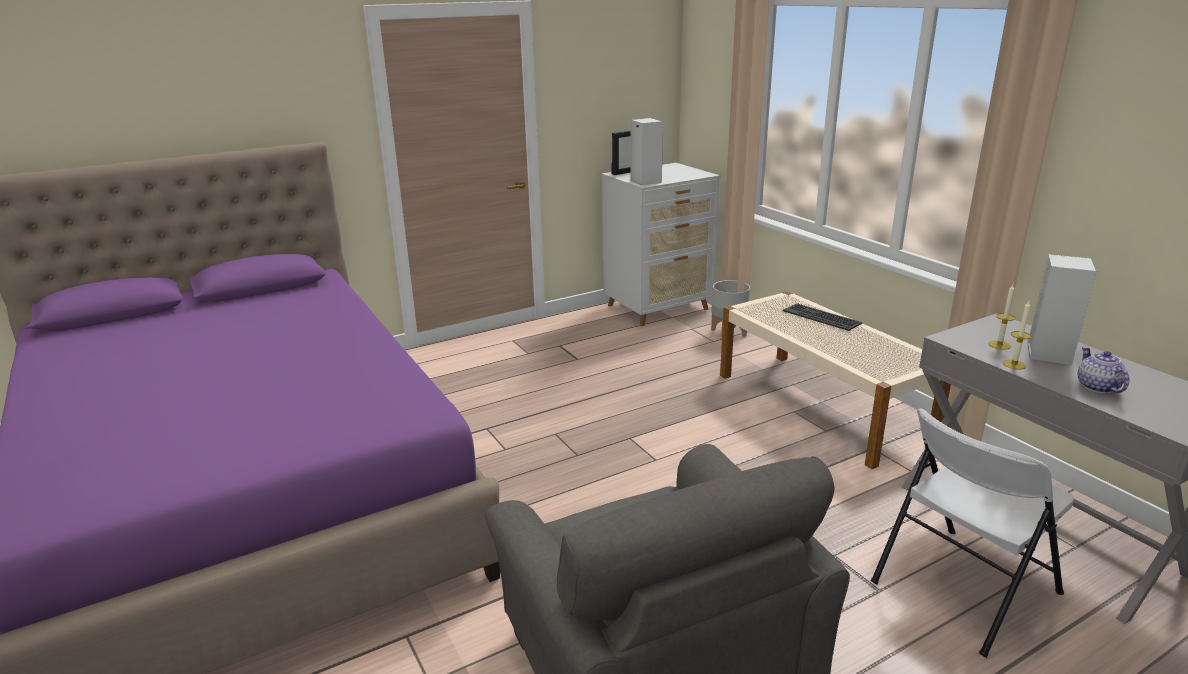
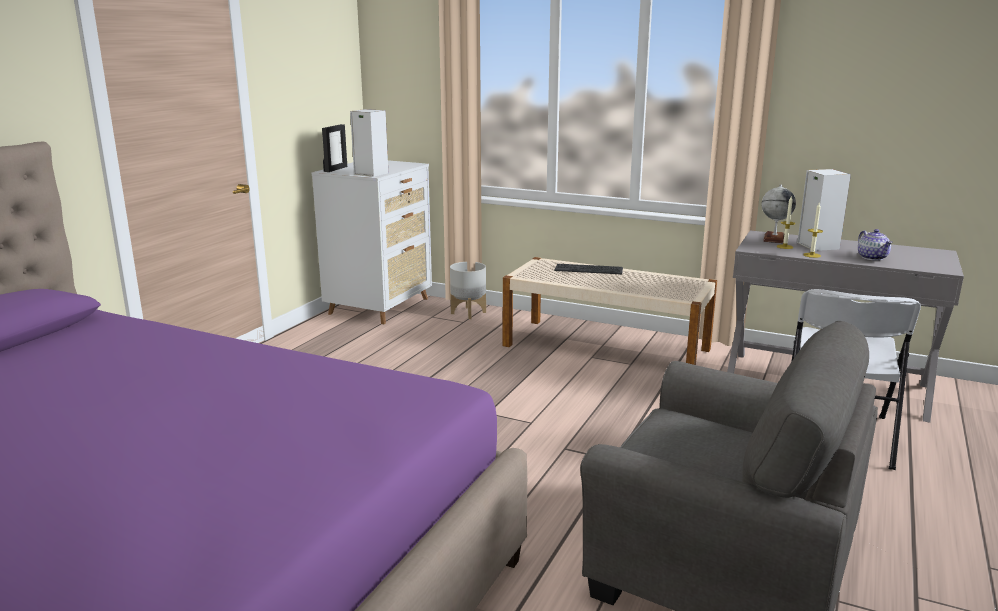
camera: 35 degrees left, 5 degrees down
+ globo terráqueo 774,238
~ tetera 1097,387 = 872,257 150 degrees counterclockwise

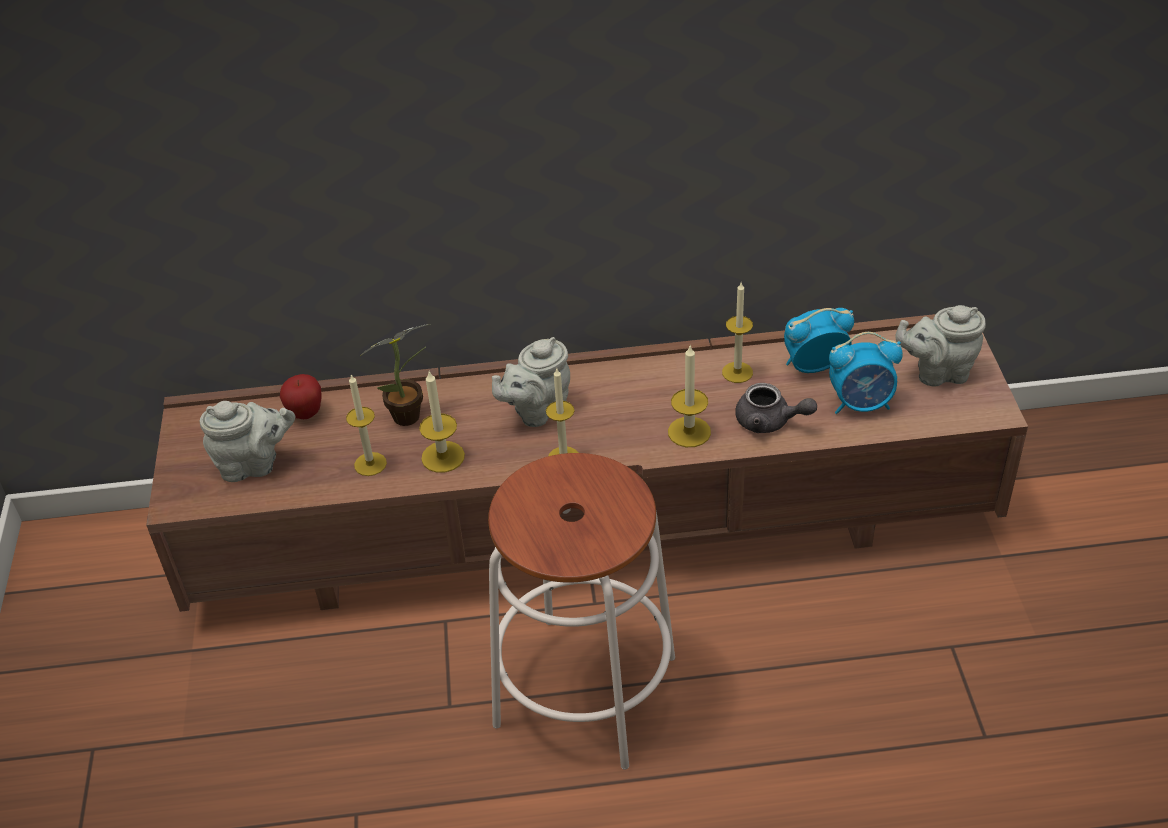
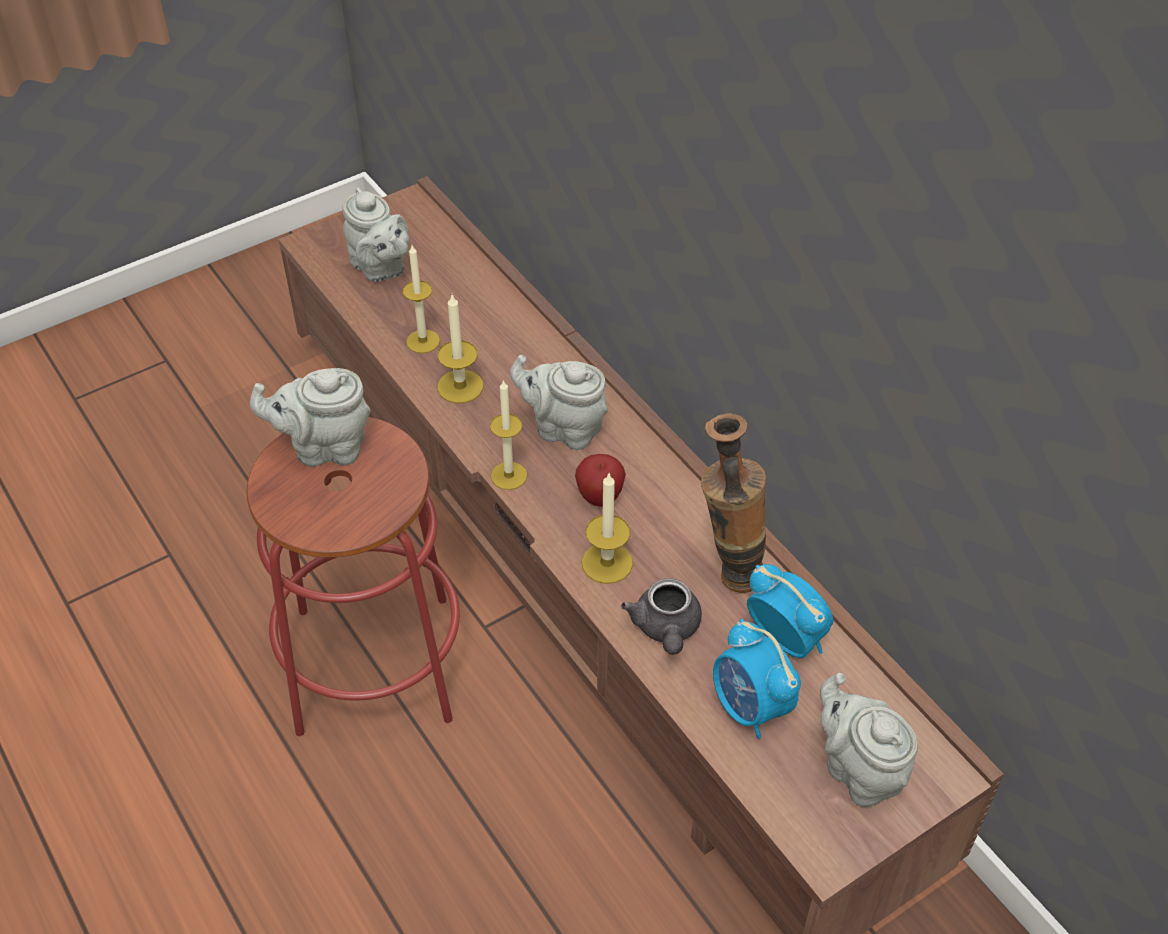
camera: 60 degrees right, 5 degrees up
- planta en maceta 411,415
+ tetera [gris] 324,447
~ manzana 305,413 to 600,498
~ vela 737,372 to florero 728,571
~ taburete [blanco] 585,690 to taburete [rojo] 373,664

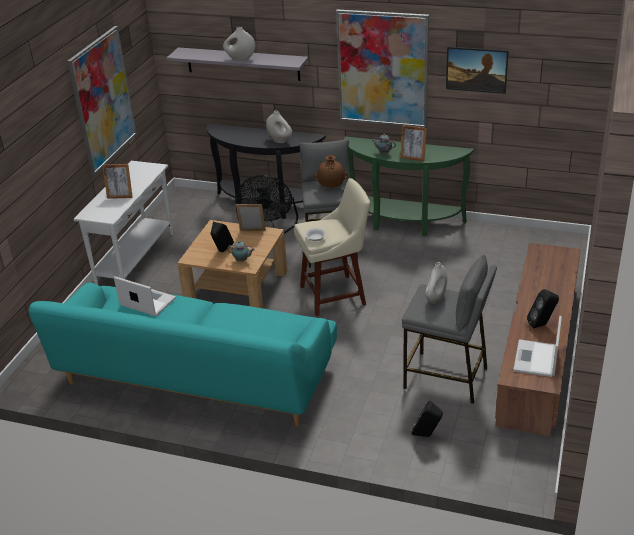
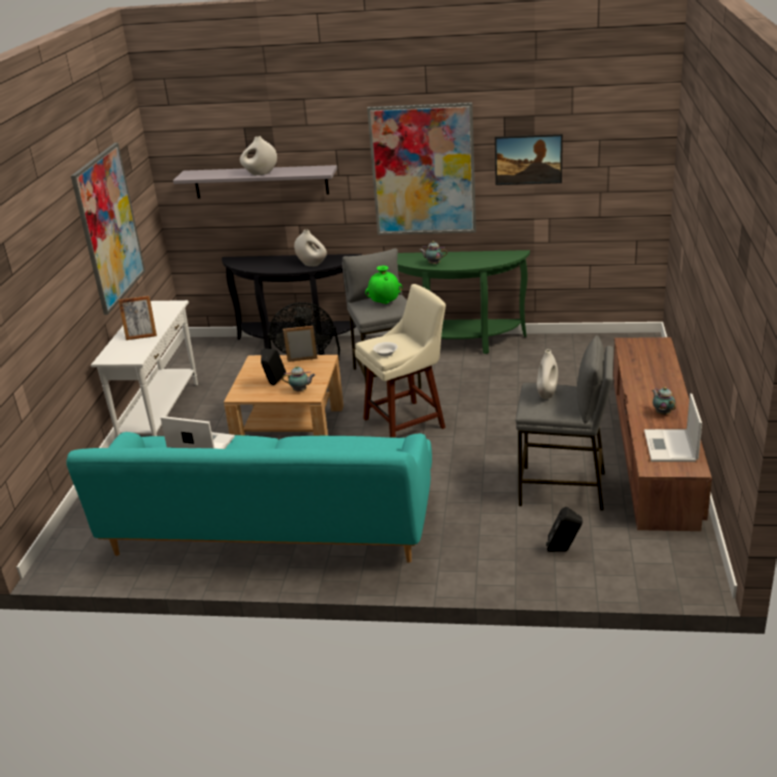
camera: 10 degrees left, 5 degrees down
- portarretratos 413,158
~ altavoz [negro] 542,325 to tetera 662,413
~ florero [marrón] 331,187 to florero [verde] 385,303

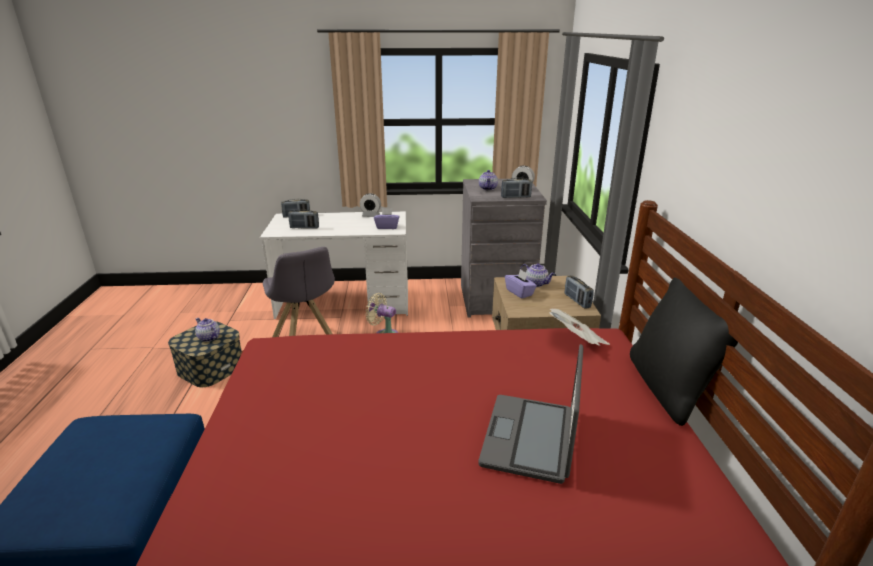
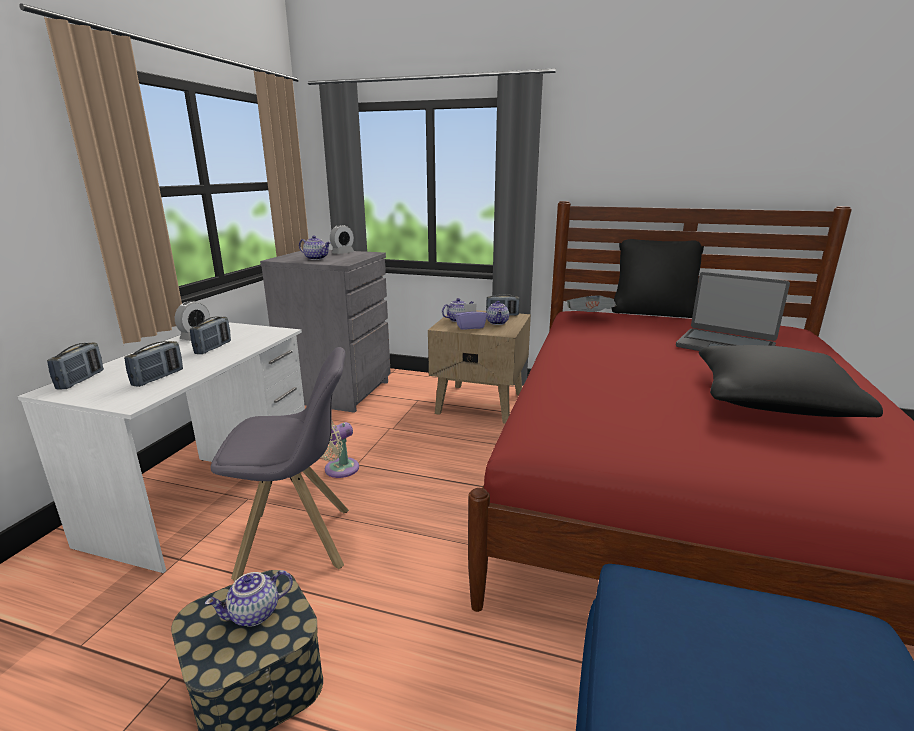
camera: 70 degrees left, 5 degrees down
- caja de pañuelos [morado] 387,227
+ tetera 498,323
+ cojín [negro] 772,401
~ radio 515,197 to 213,348

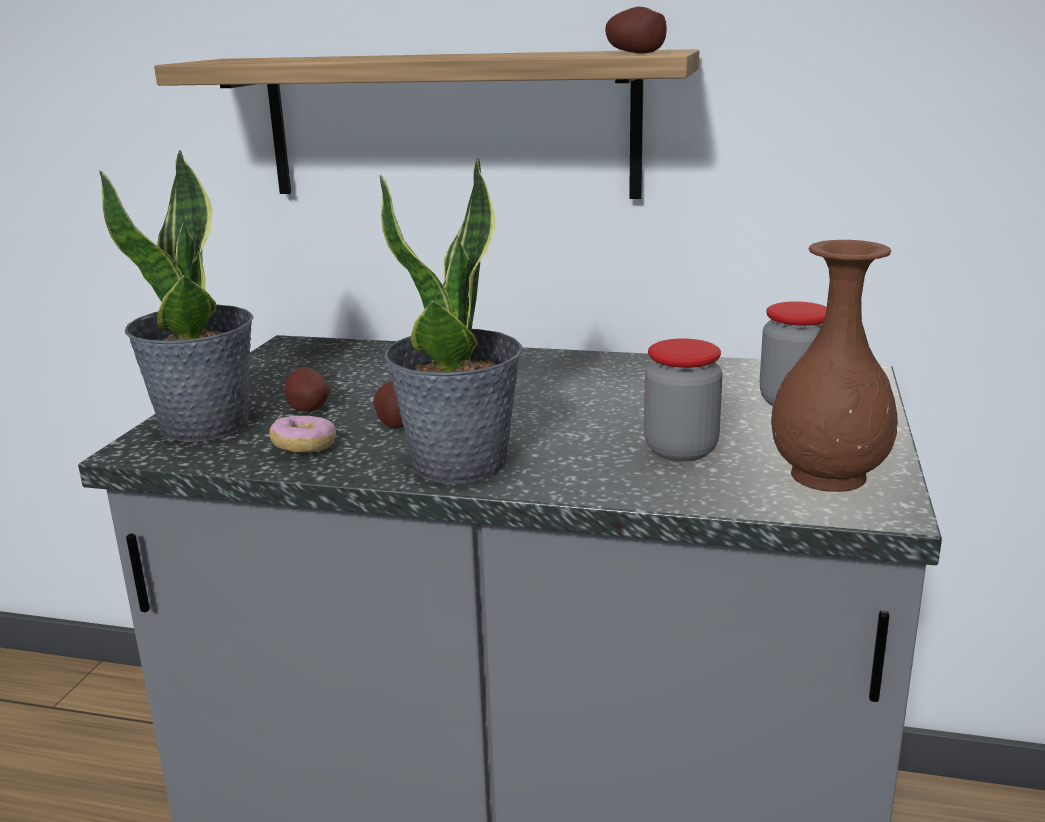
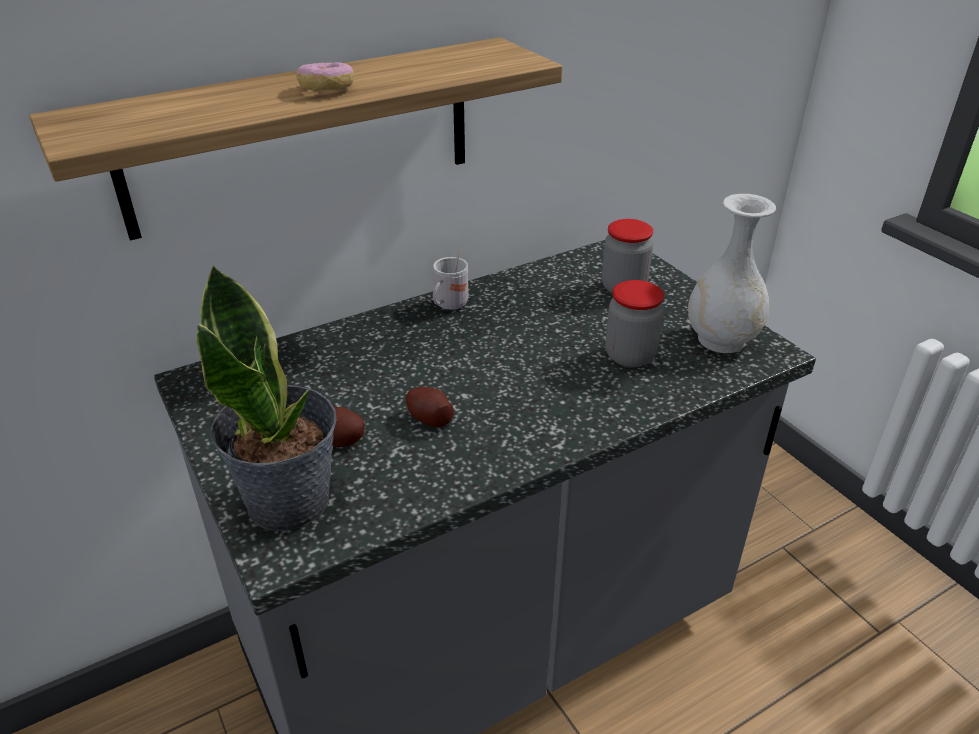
camera: 45 degrees left, 15 degrees up
- planta en maceta 460,463
- patata 634,53
+ taza grande [blanco] 448,306
~ rosquilla 304,447 to 327,89
~ florero [marrón] 829,476 to florero [blanco] 722,339

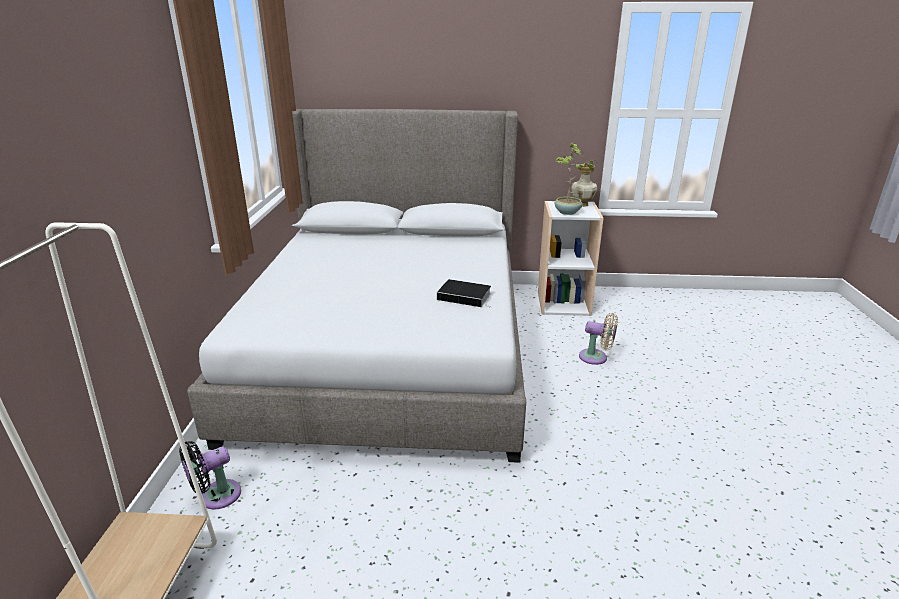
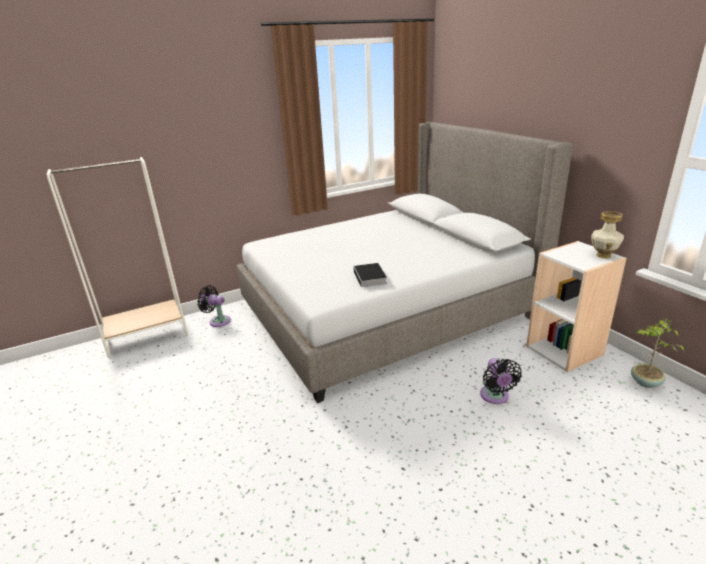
camera: 60 degrees right, 0 degrees up
~ planta en maceta 567,212 to 645,383
~ ventilador [beis] 596,358 to ventilador [negro] 495,397

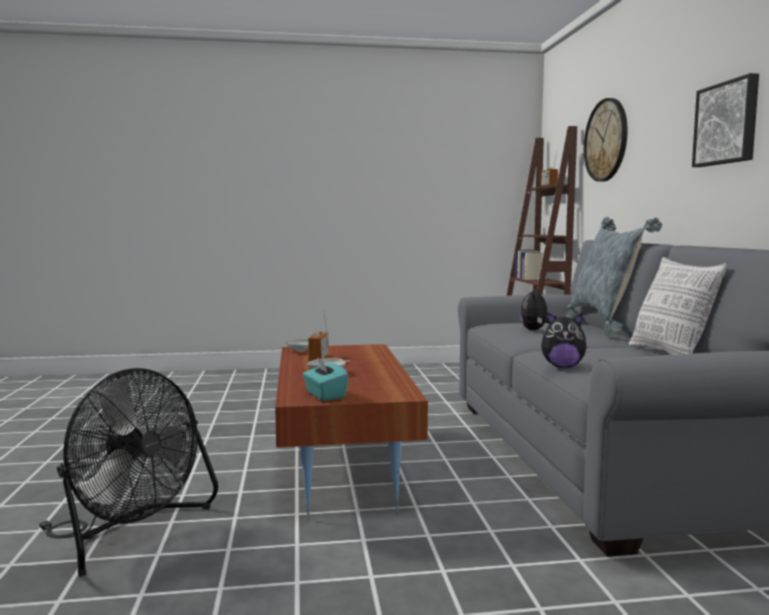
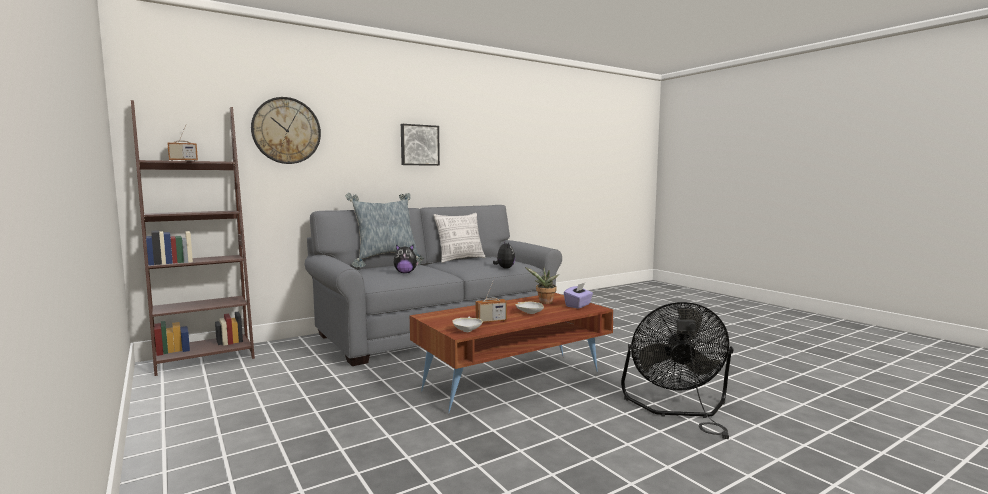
camera: 115 degrees left, 0 degrees up
+ planta en maceta 544,303
~ caja de pañuelos [turquesa] 325,395 to caja de pañuelos [morado] 578,305

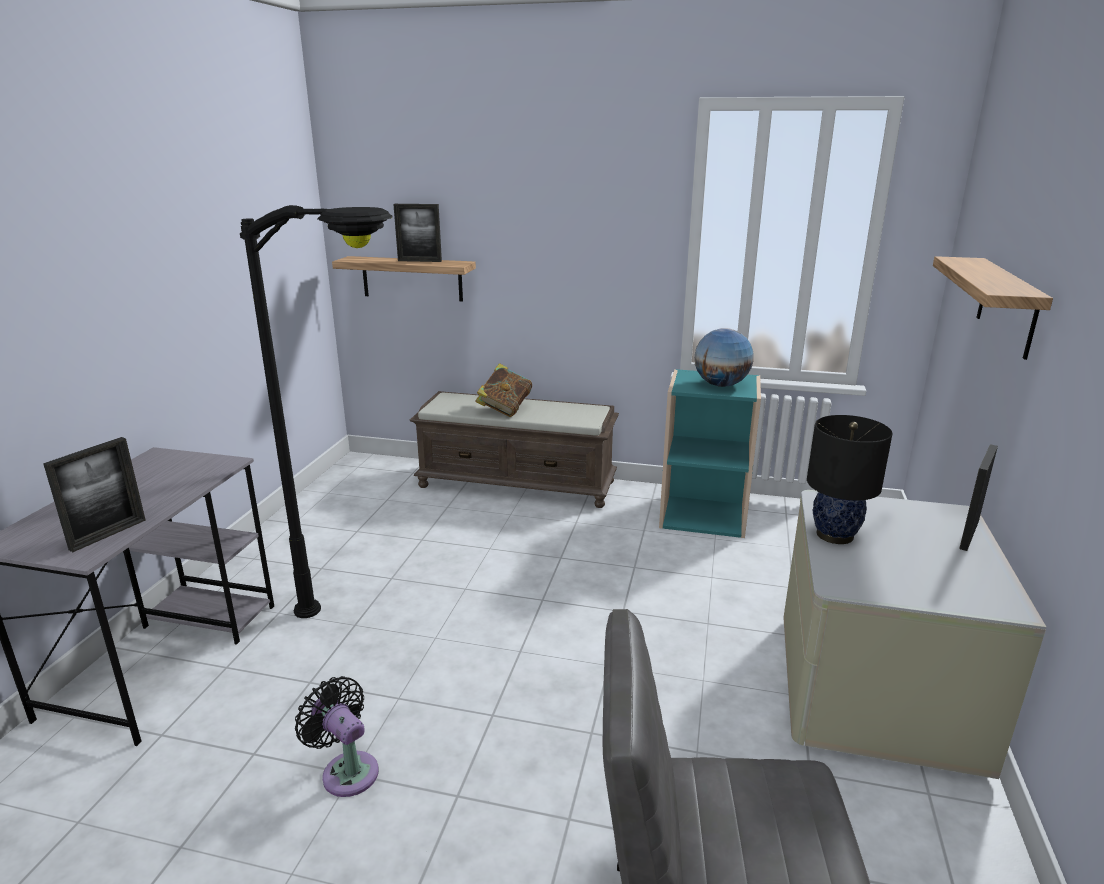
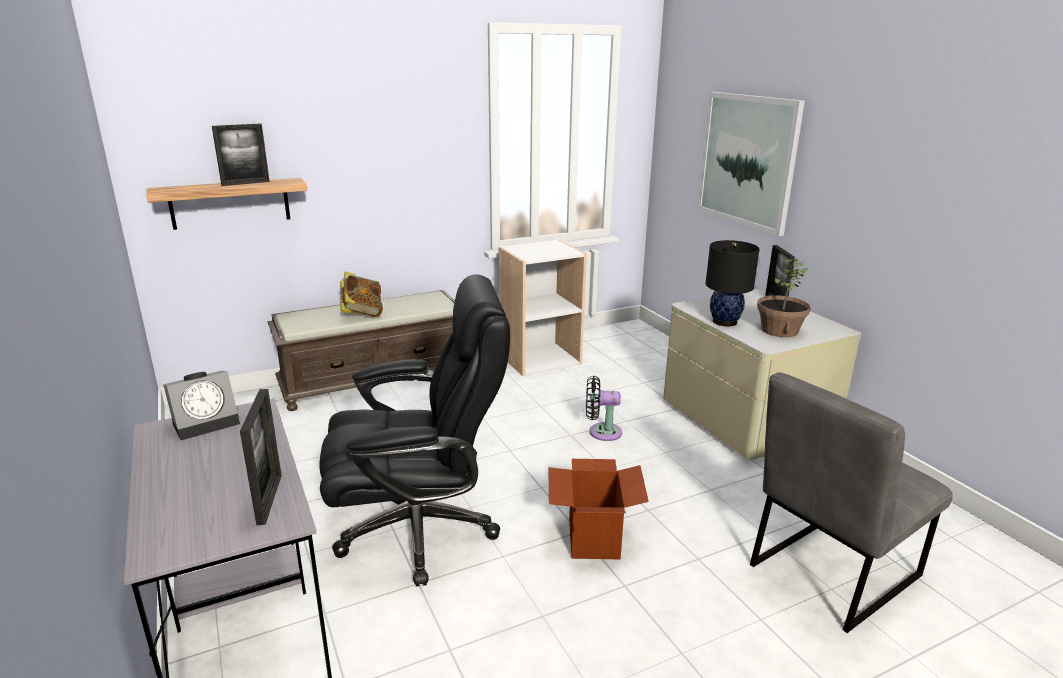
camera: 40 degrees left, 0 degrees up
- globo terráqueo 720,385
+ despertador 207,422
+ caja de cartón 593,538
+ planta en maceta 779,330
~ ventilador [negro] 347,770 to 601,432
~ lámpara de pie [negro] 370,636 to silla de oficina [negro] 418,530
~ estante 1007,306 to cuadro 747,160
~ estantería [turquesa] 704,516 to estantería [blanco] 540,358

